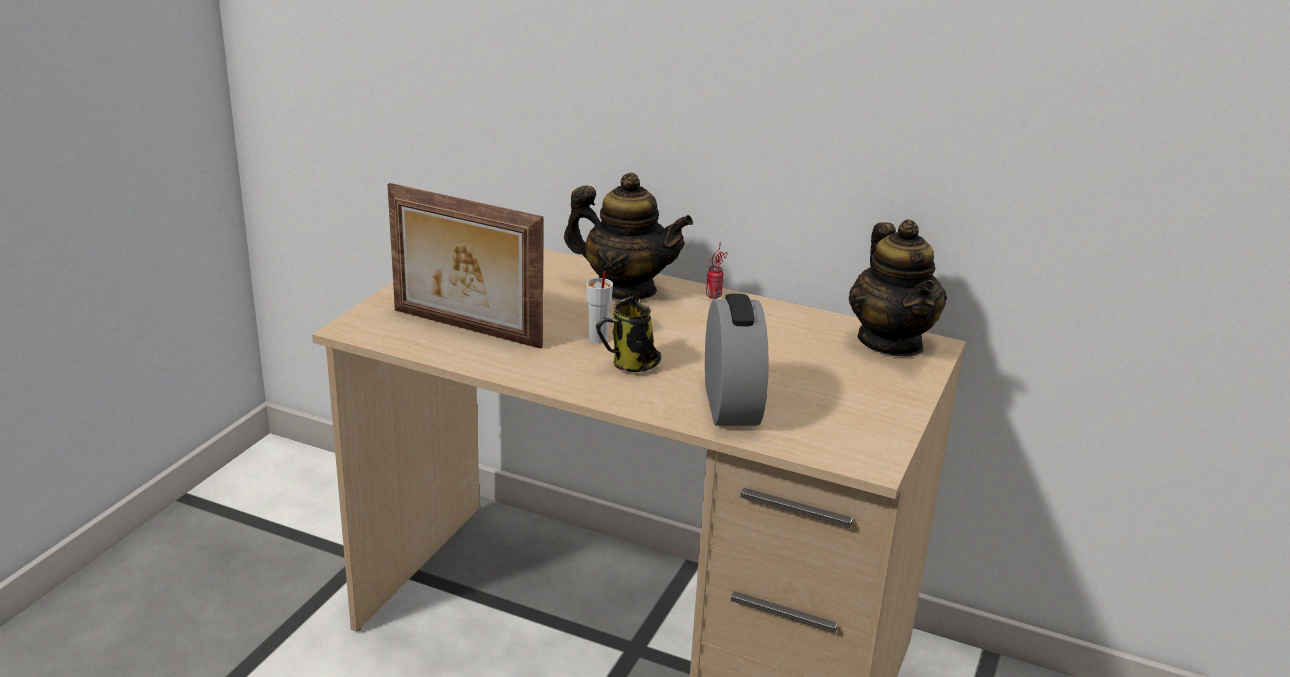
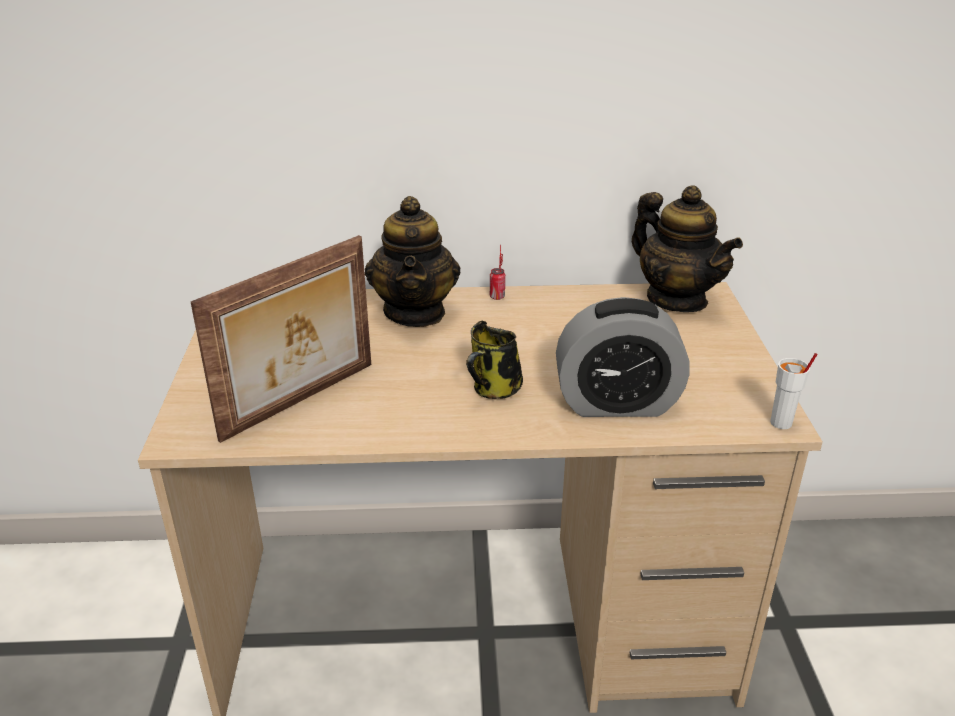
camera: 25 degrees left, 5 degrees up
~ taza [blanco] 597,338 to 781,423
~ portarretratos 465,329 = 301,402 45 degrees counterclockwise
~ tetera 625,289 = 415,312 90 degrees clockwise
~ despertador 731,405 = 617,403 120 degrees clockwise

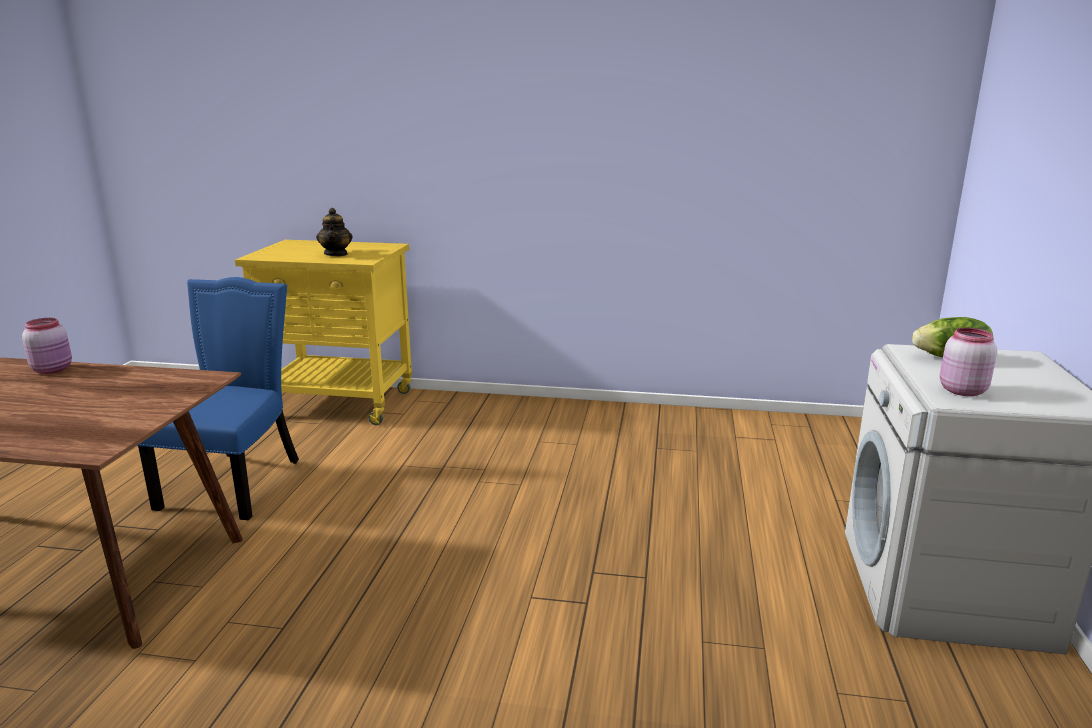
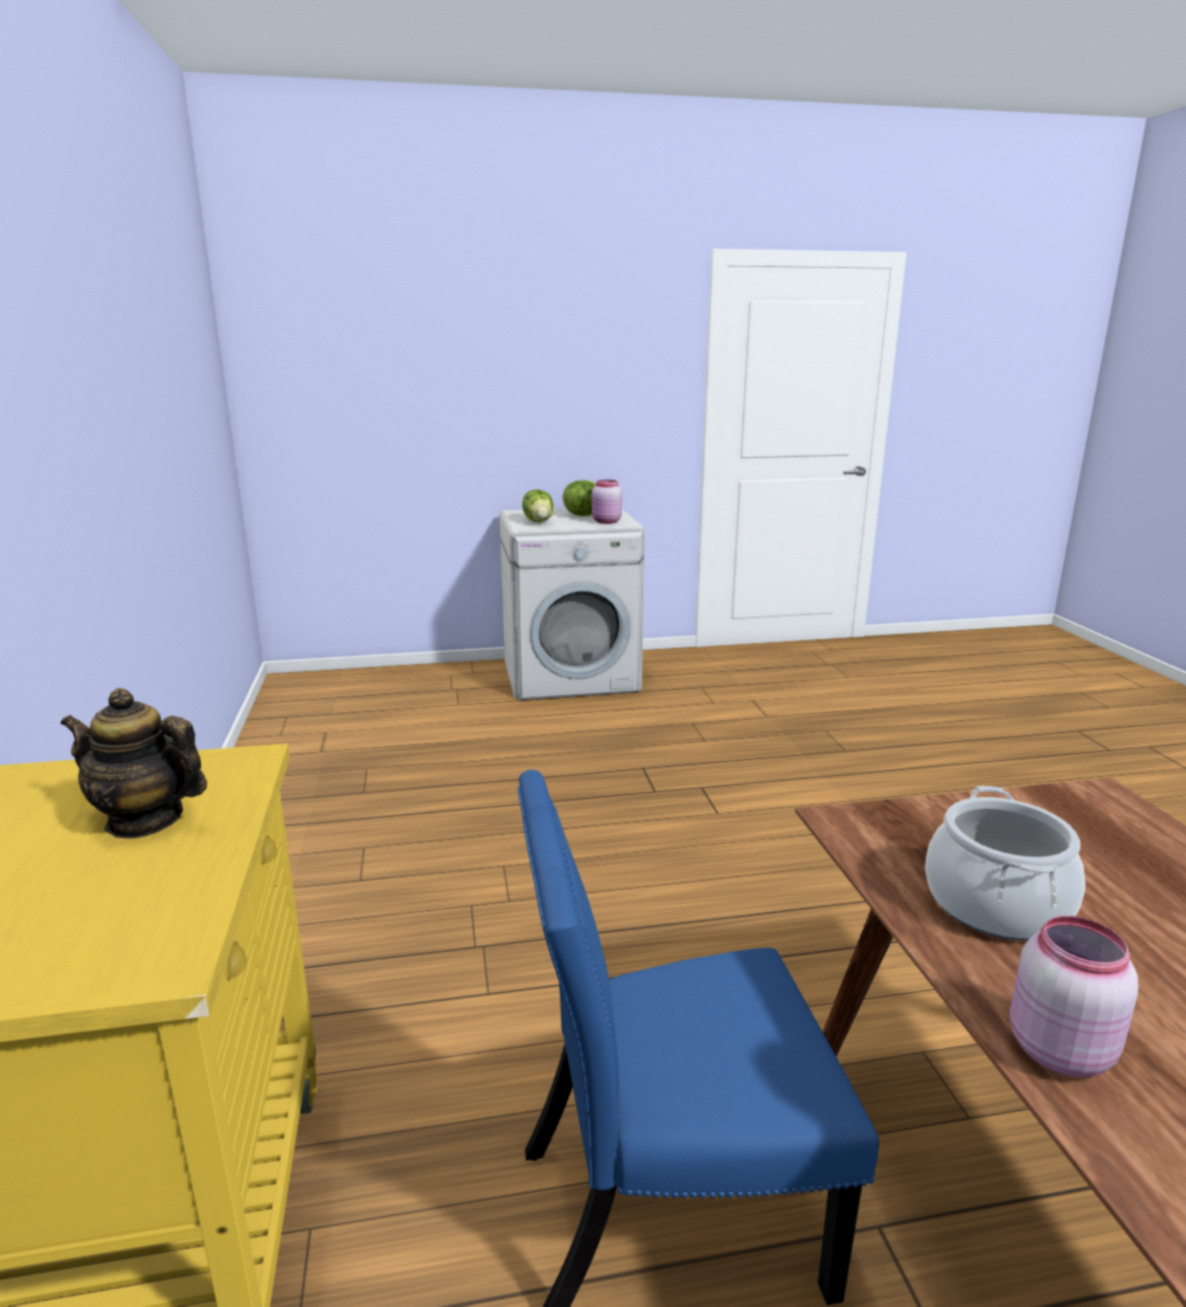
camera: 110 degrees left, 0 degrees up
+ lechuga 581,515
+ olla 996,904
~ tetera 336,254 = 145,820 135 degrees counterclockwise

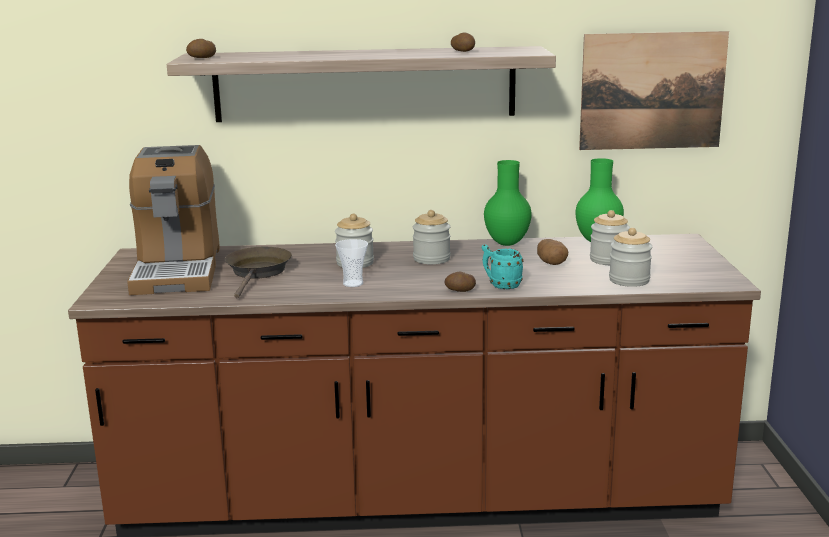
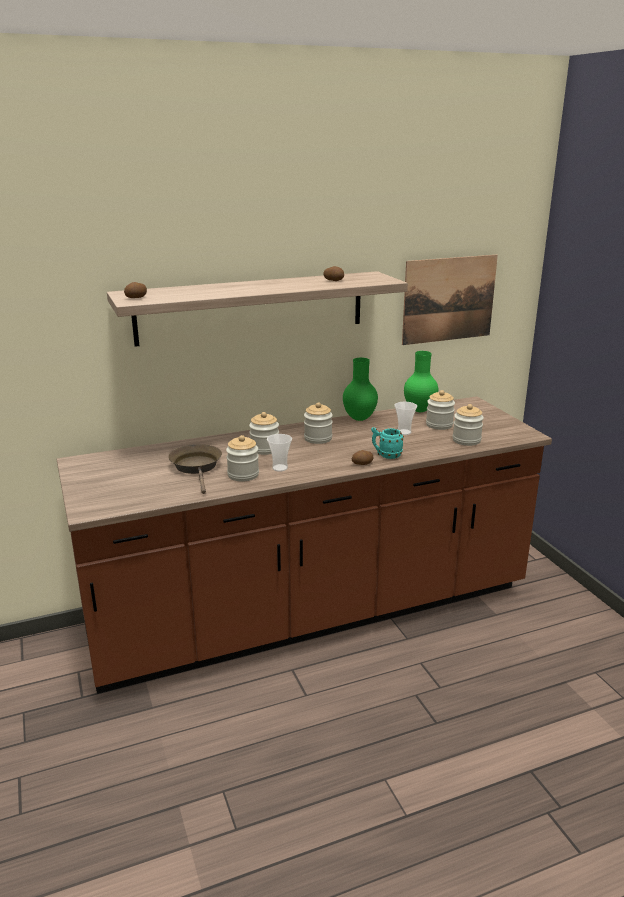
camera: 20 degrees left, 5 degrees up
- cafetera 178,269
+ tarro 243,475
~ patata 551,263 to taza 404,432

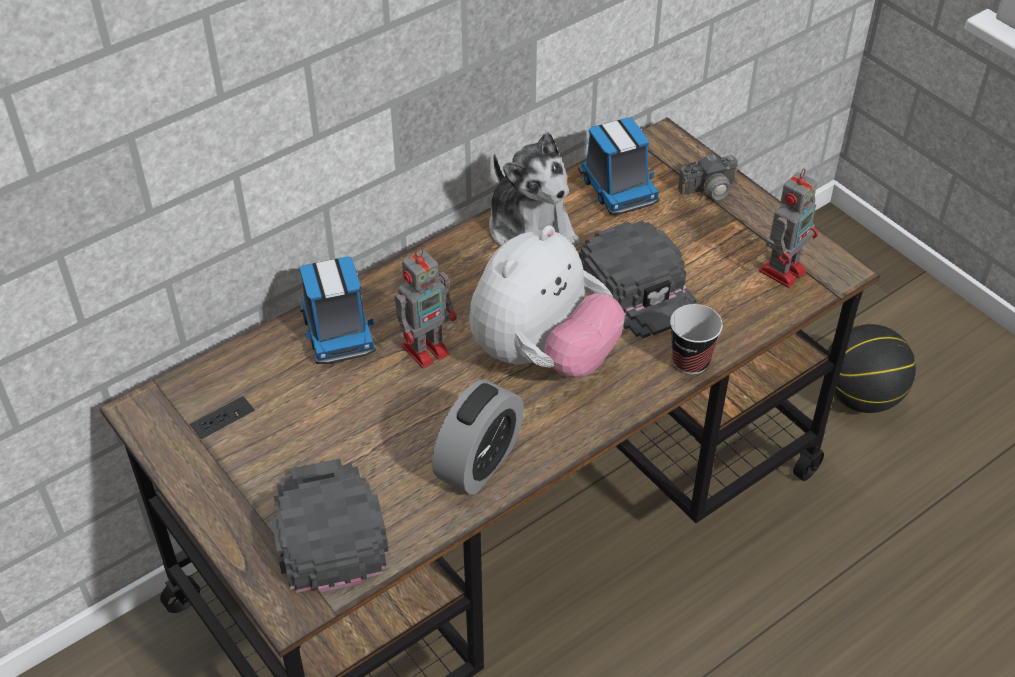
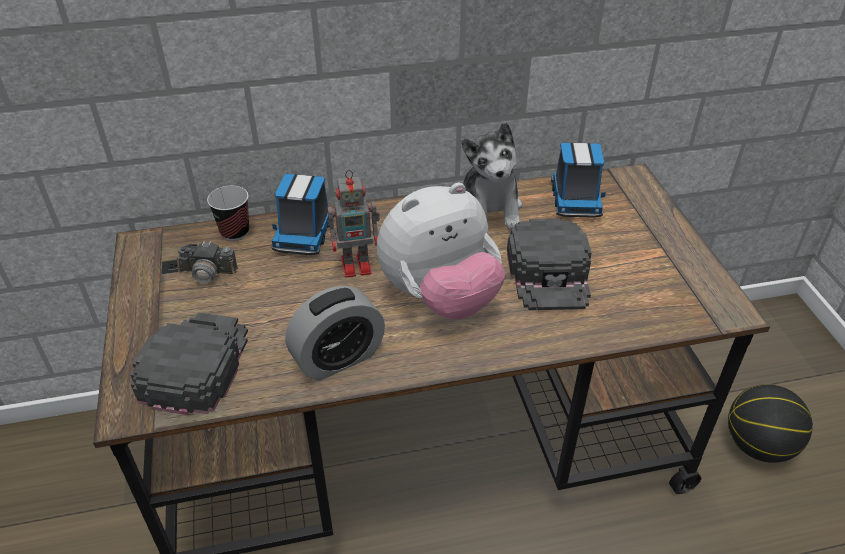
camera: 25 degrees right, 5 degrees down
- robot de juguete 783,270
~ taza 690,361 to 235,232
~ cámara 716,190 to 212,275

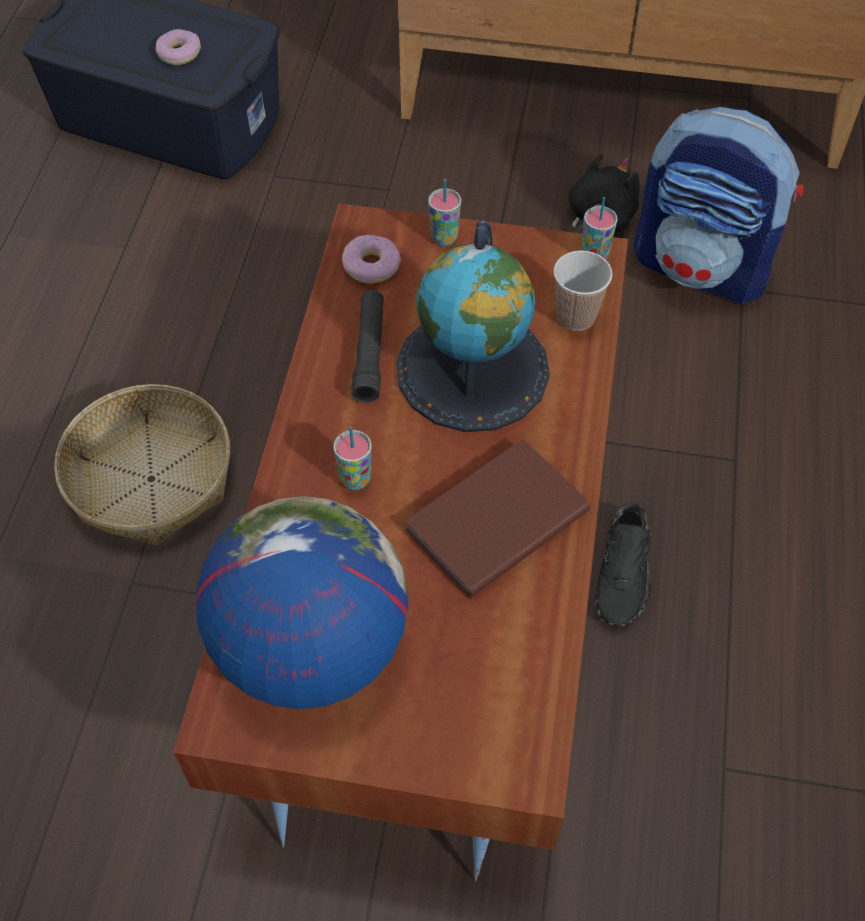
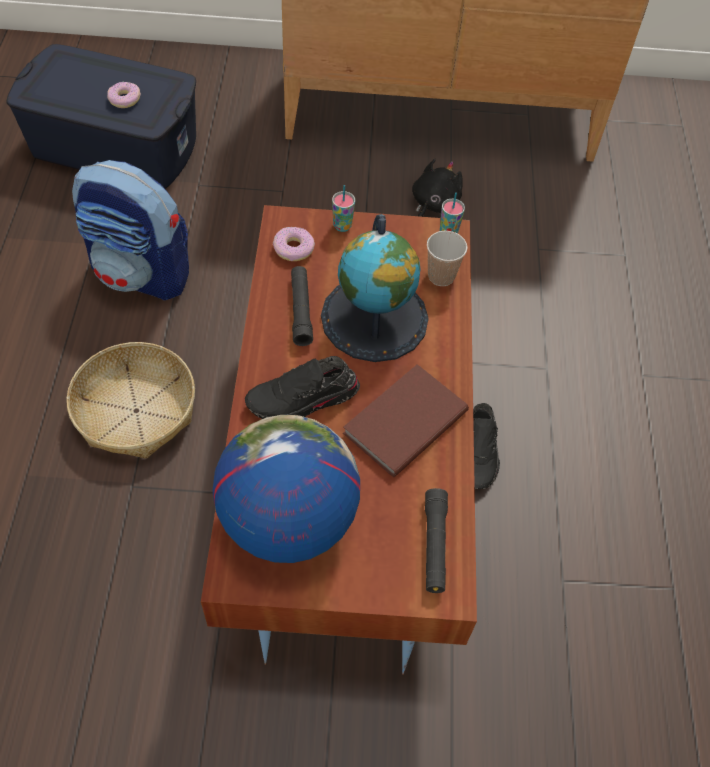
camera: 10 degrees left, 0 degrees up
+ linterna [negro] 434,545
~ mochila 702,267 to 142,273
~ taza 355,479 to zapato [negro] 303,400

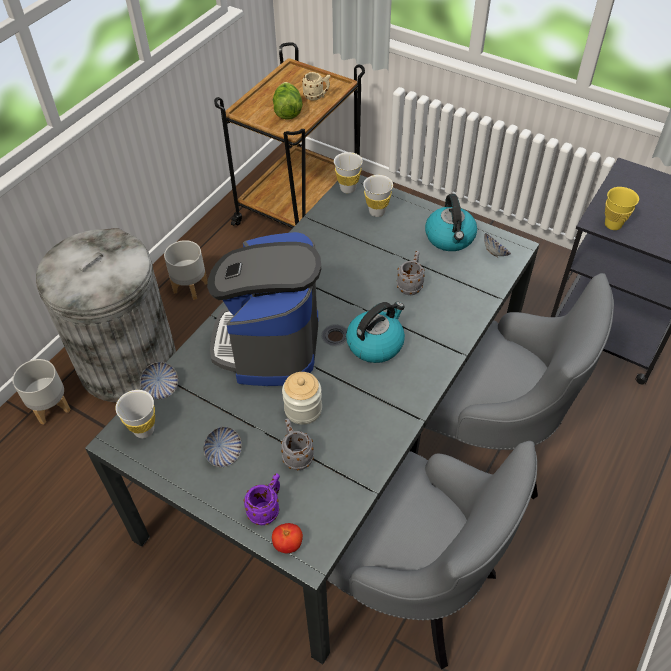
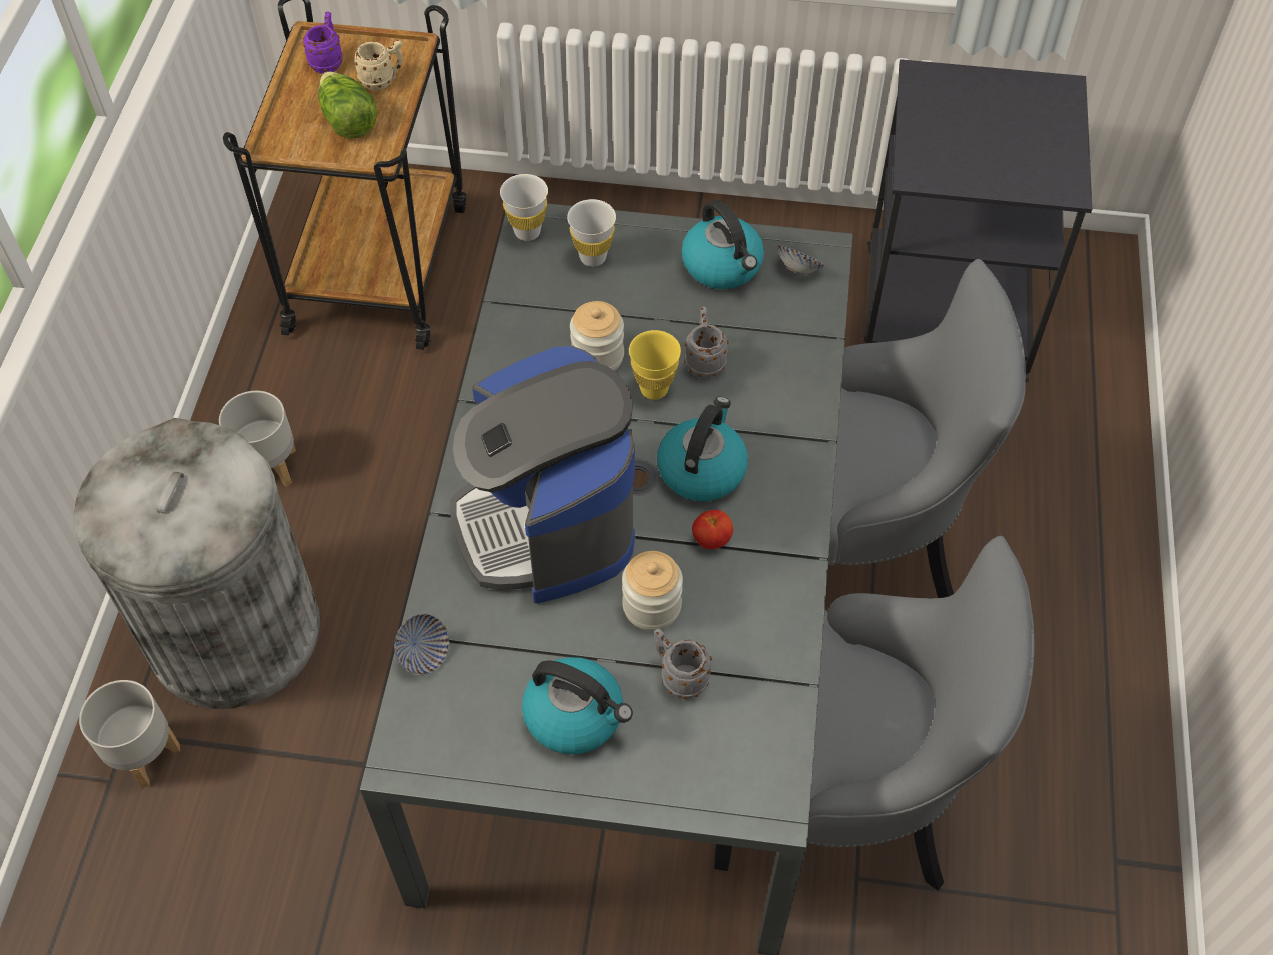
camera: 25 degrees left, 5 degrees up
- taza [blanco] 144,430
+ tarro 597,356
~ taza grande [morado] 267,509 to 328,61
~ tomate 288,544 to 711,539
~ taza [amarillo] 613,225 to 654,389
~ cuenco 224,454 to hervidor 576,716

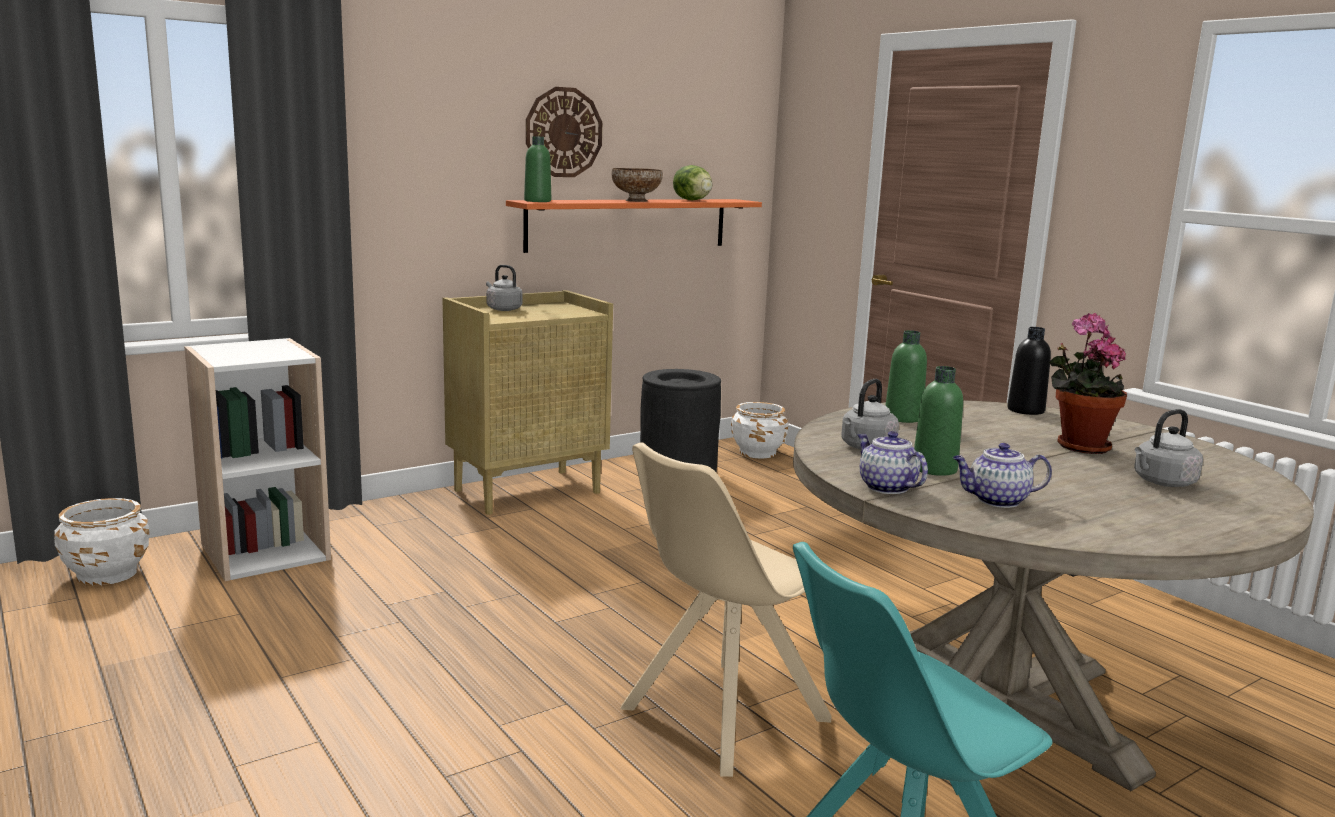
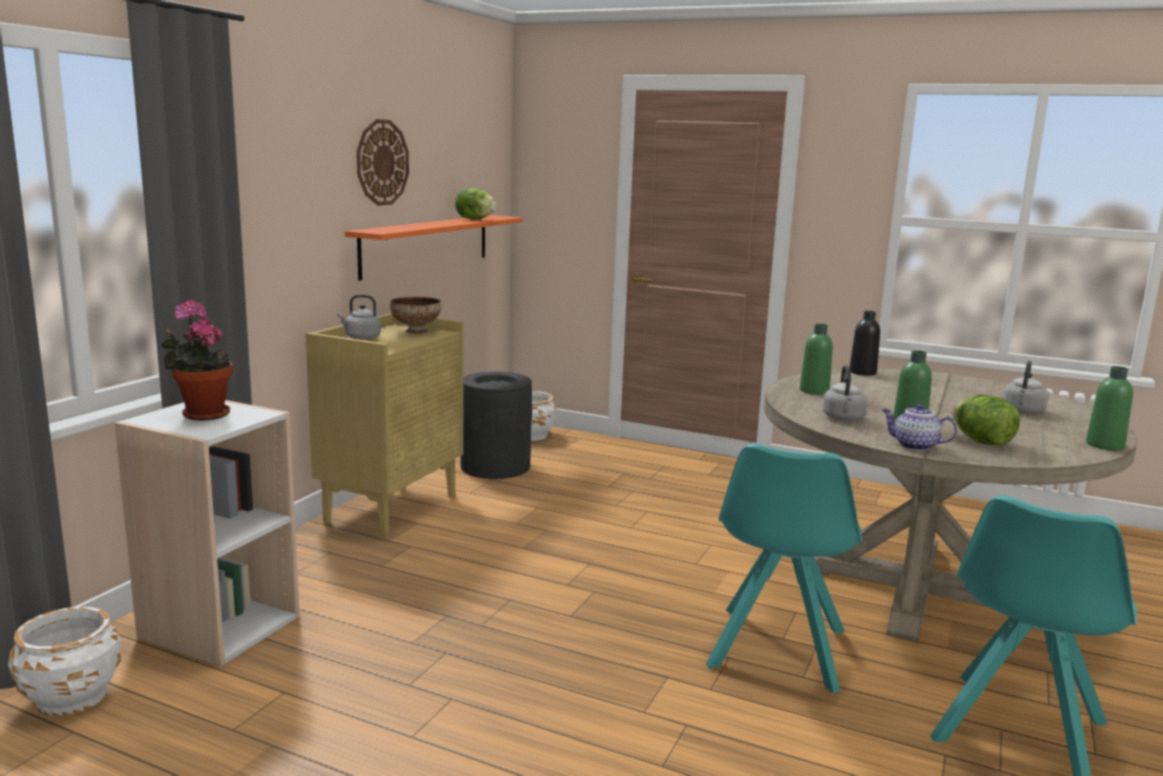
camera: 30 degrees left, 0 degrees up
~ botella [verde] 537,201 to 1104,445
~ cuenco 636,201 to 416,331
~ planta en maceta 1078,446 to 202,414
~ tetera 996,501 to lechuga 982,442
~ silla [beis] 720,716 to silla [turquesa] 776,651

